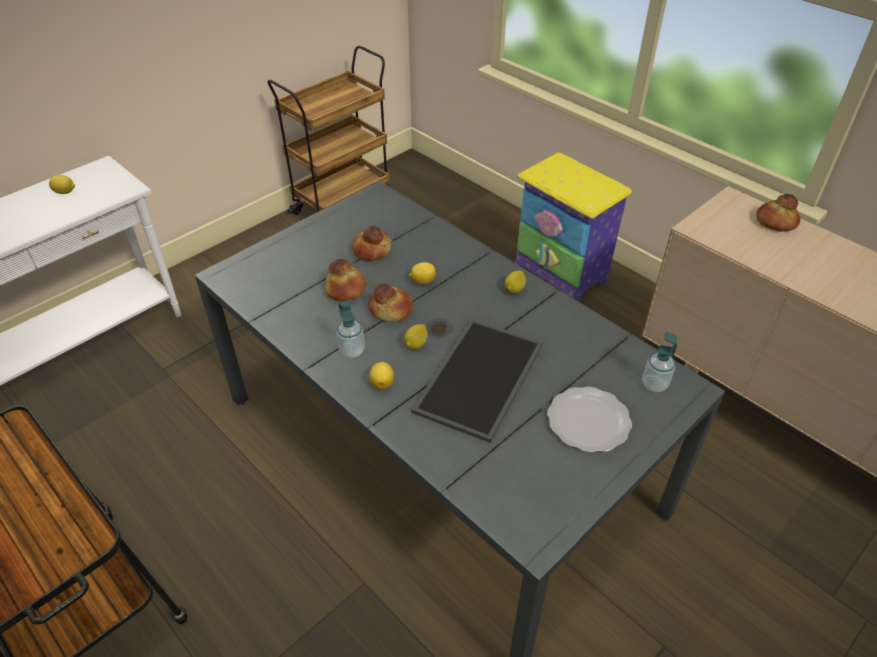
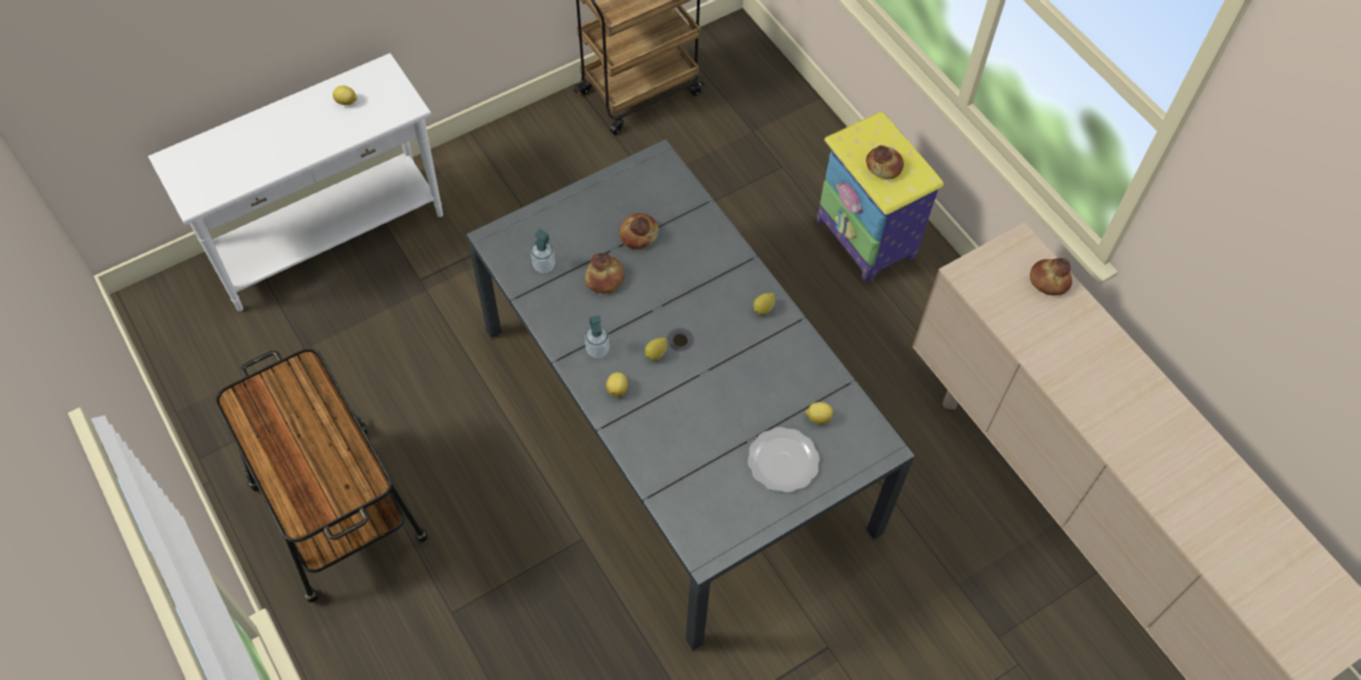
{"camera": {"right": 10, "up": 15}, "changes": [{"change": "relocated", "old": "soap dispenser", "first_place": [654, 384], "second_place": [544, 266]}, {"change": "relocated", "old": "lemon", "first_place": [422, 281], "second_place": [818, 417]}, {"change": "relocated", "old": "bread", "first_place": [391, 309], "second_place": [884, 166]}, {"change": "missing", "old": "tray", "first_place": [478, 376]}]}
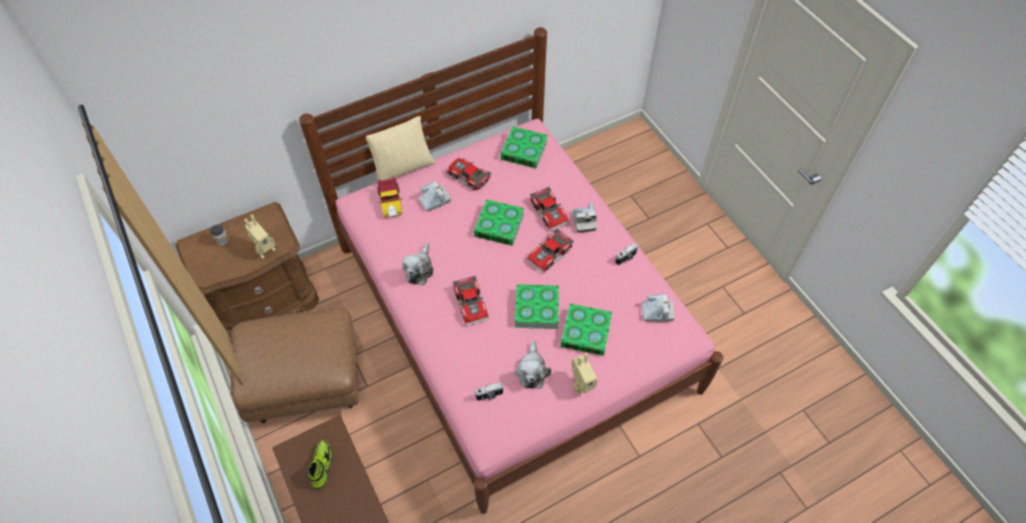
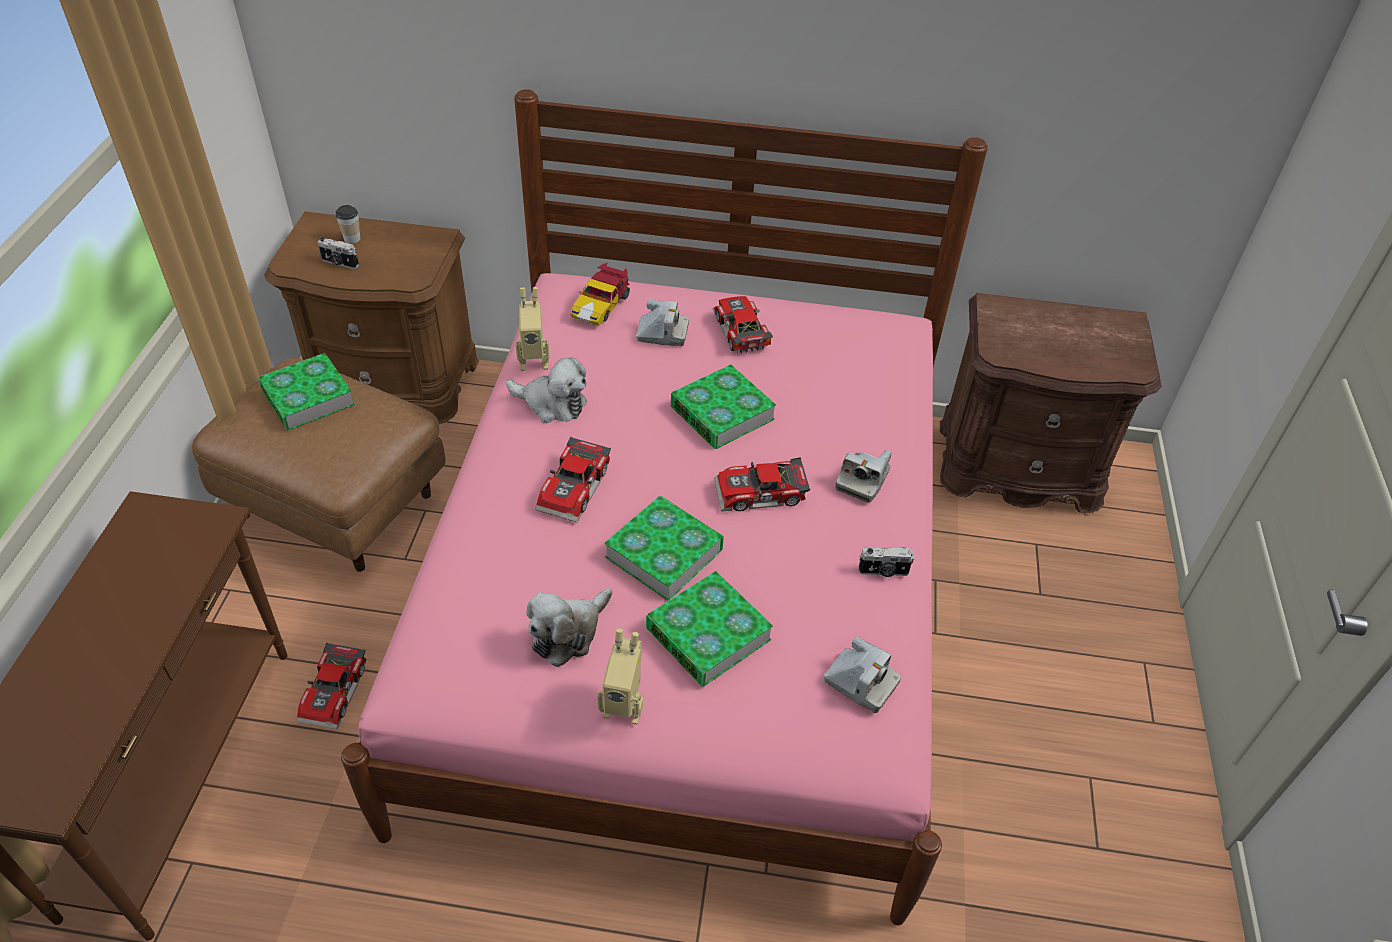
{"camera": {"right": 35, "up": -10}, "changes": [{"change": "relocated", "old": "book", "first_place": [524, 150], "second_place": [308, 397]}, {"change": "relocated", "old": "toy car", "first_place": [550, 212], "second_place": [336, 692]}, {"change": "relocated", "old": "photo camera", "first_place": [489, 395], "second_place": [339, 263]}, {"change": "spun", "old": "plush toy", "first_place": [419, 269], "second_place": [552, 404], "degrees": -120}, {"change": "relocated", "old": "toy robot", "first_place": [265, 249], "second_place": [534, 361]}, {"change": "appeared", "new": "nightstand (brown)", "second_place": [1020, 470]}, {"change": "missing", "old": "shoe", "first_place": [321, 466]}, {"change": "missing", "old": "pillow", "first_place": [403, 168]}]}
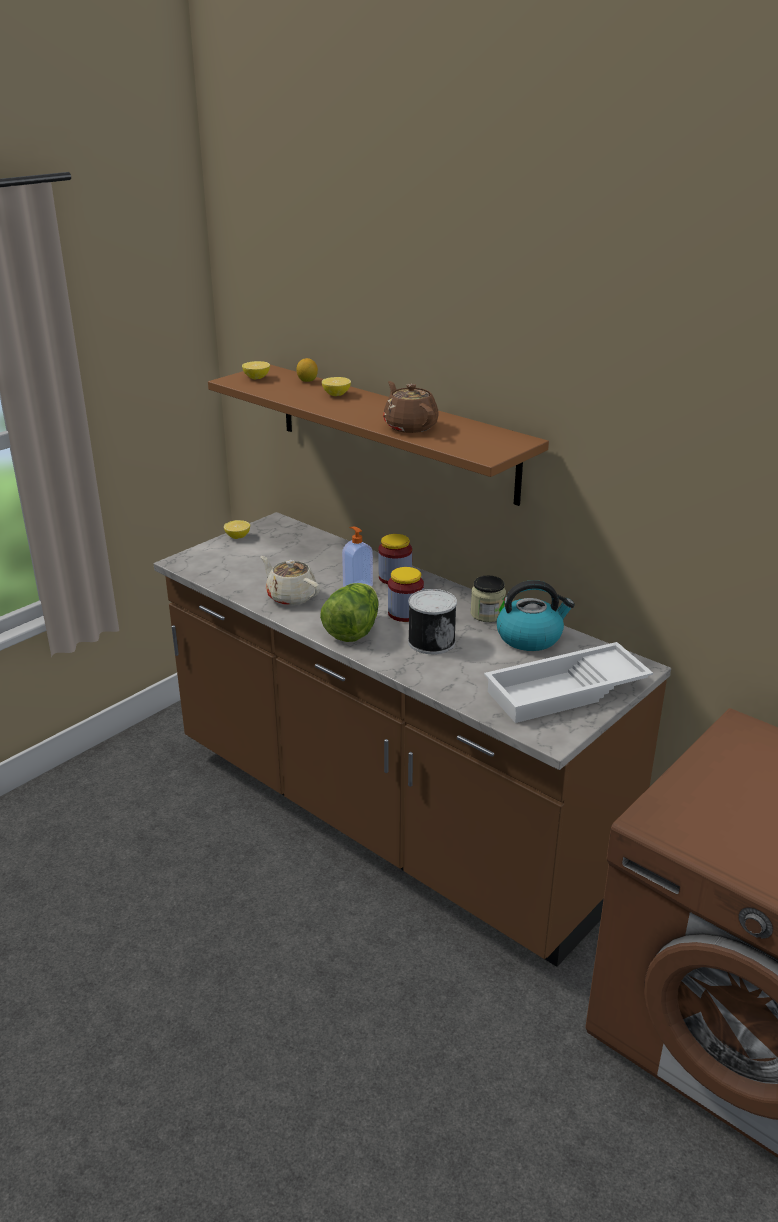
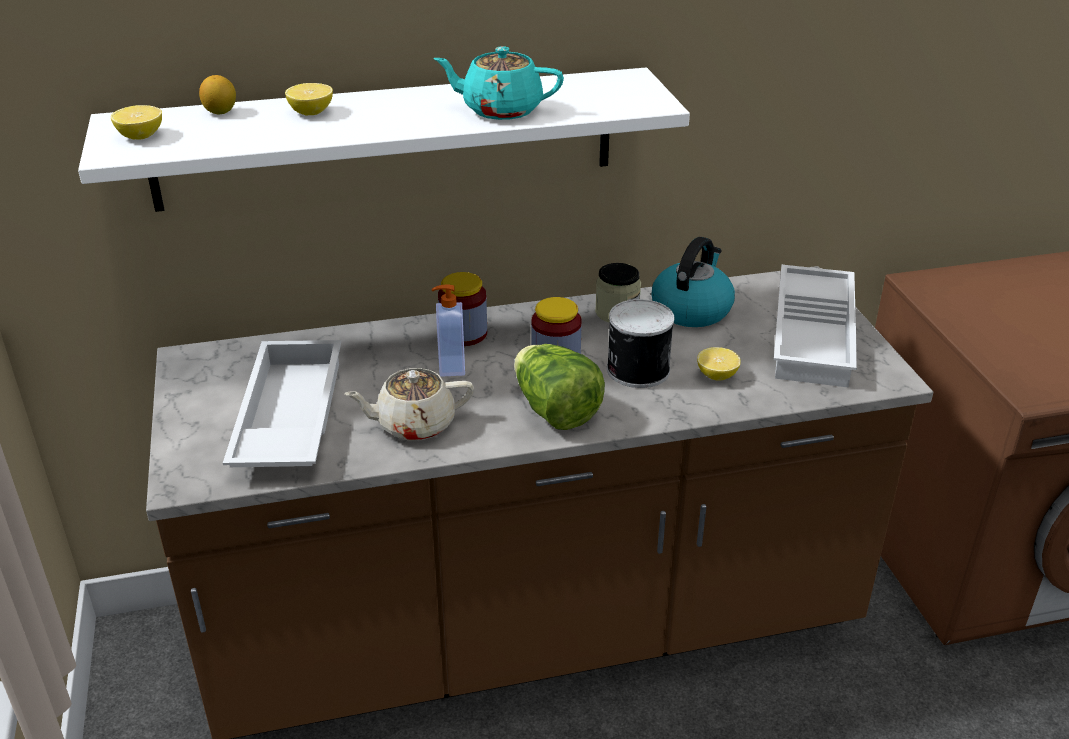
{"camera": {"right": -55, "up": 5}, "changes": [{"change": "colour", "old": "shelf (brown)", "new": "shelf (white)", "first_place": [394, 431], "second_place": [386, 139]}, {"change": "appeared", "new": "tray (white)", "second_place": [287, 418]}, {"change": "colour", "old": "teapot (brown)", "new": "teapot (turquoise)", "first_place": [410, 426], "second_place": [500, 110]}, {"change": "relocated", "old": "lemon", "first_place": [237, 537], "second_place": [717, 376]}]}
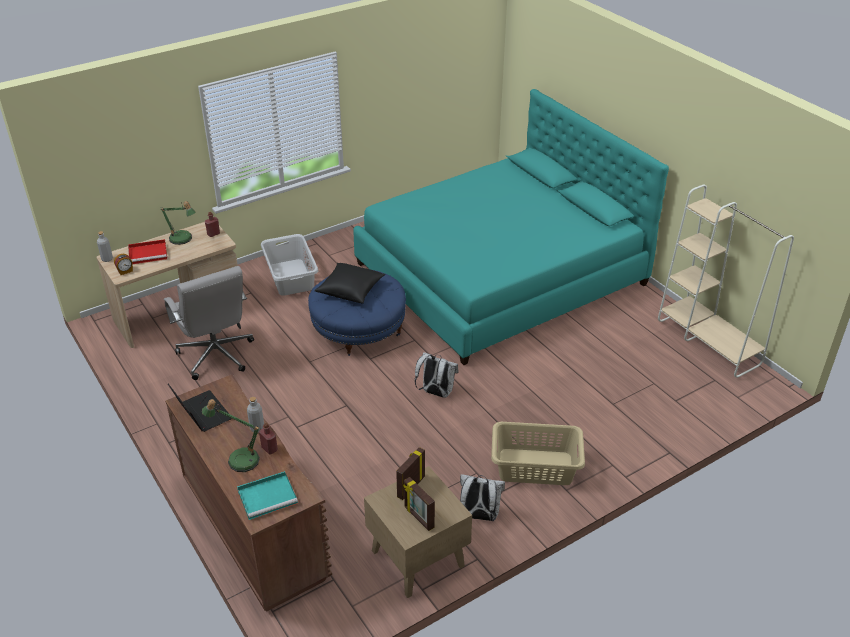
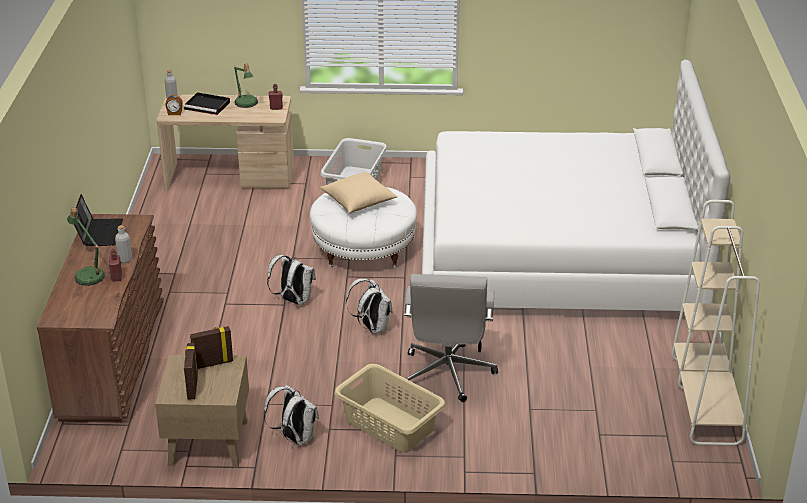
{"camera": {"right": 35, "up": -5}, "changes": [{"change": "colour", "old": "tray (red)", "new": "tray (black)", "first_place": [149, 253], "second_place": [208, 106]}, {"change": "appeared", "new": "backpack (white)", "second_place": [293, 300]}, {"change": "colour", "old": "ottoman (blue)", "new": "ottoman (white)", "first_place": [358, 330], "second_place": [364, 249]}, {"change": "colour", "old": "pillow (black)", "new": "pillow (beige)", "first_place": [350, 290], "second_place": [358, 201]}, {"change": "relocated", "old": "office chair (grey)", "first_place": [216, 354], "second_place": [448, 371]}, {"change": "colour", "old": "bed (turquoise)", "new": "bed (white)", "first_place": [500, 273], "second_place": [558, 253]}, {"change": "missing", "old": "tray (turquoise)", "first_place": [268, 496]}]}
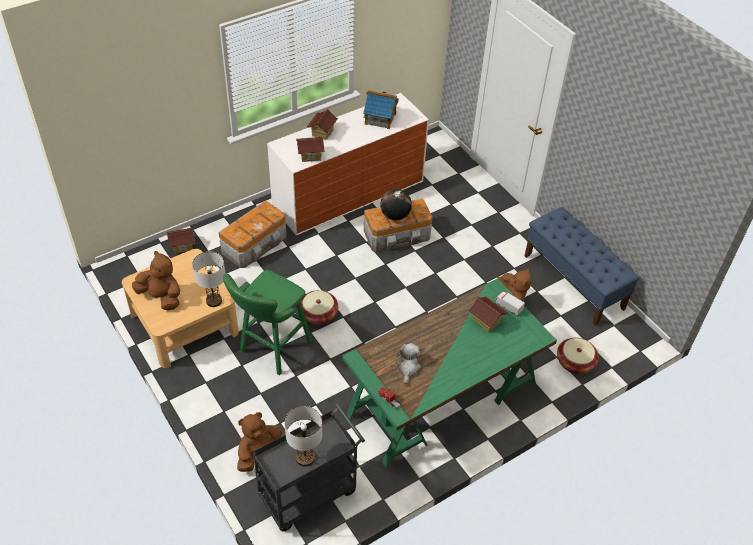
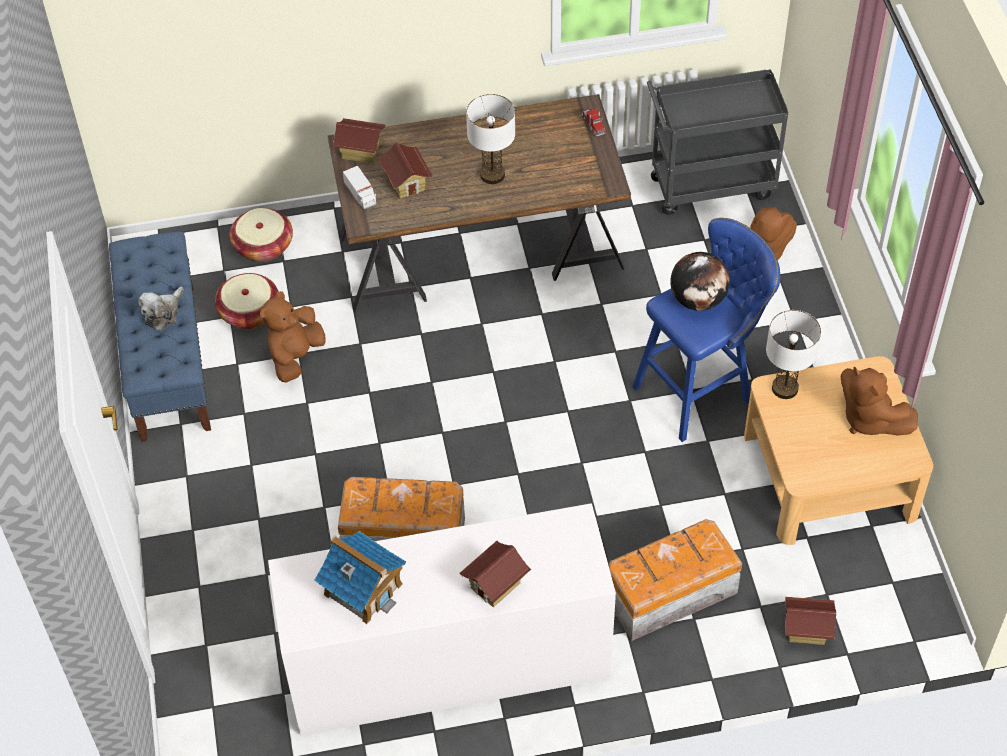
{"camera": {"right": -155, "up": 5}, "changes": [{"change": "relocated", "old": "plush toy", "first_place": [407, 367], "second_place": [163, 313]}, {"change": "relocated", "old": "basket", "first_place": [318, 314], "second_place": [249, 312]}, {"change": "colour", "old": "desk (green)", "new": "desk (brown)", "first_place": [443, 400], "second_place": [480, 250]}, {"change": "relocated", "old": "toy house", "first_place": [310, 155], "second_place": [360, 152]}, {"change": "relocated", "old": "table lamp", "first_place": [305, 458], "second_place": [492, 175]}, {"change": "colour", "old": "stool (green)", "new": "stool (blue)", "first_place": [270, 351], "second_place": [702, 388]}, {"change": "relocated", "old": "globe", "first_place": [395, 216], "second_place": [698, 300]}]}
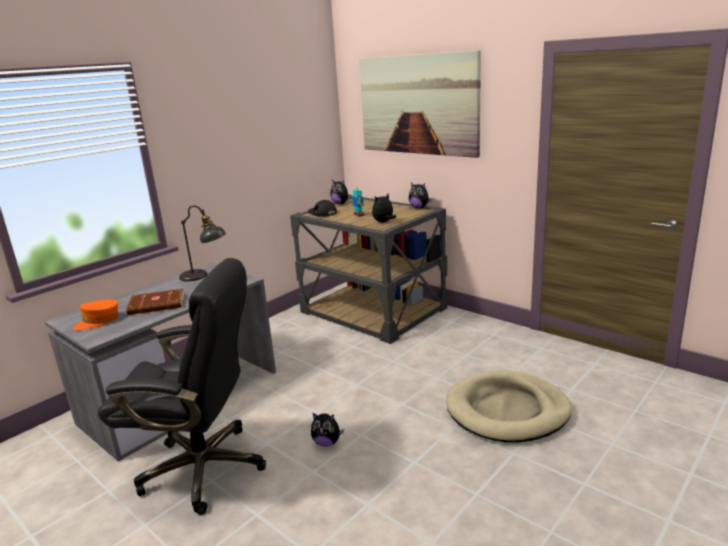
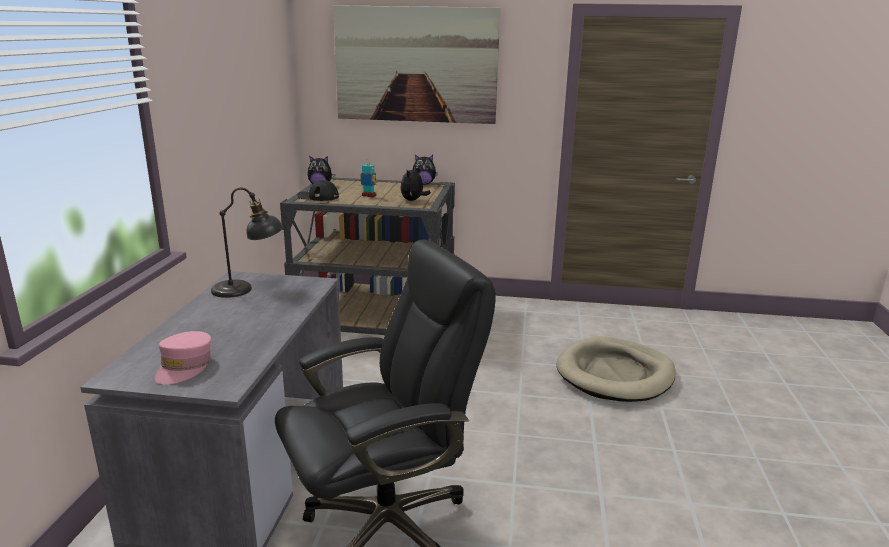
{"camera": {"right": -35, "up": 0}, "changes": [{"change": "colour", "old": "cap (orange)", "new": "cap (pink)", "first_place": [98, 321], "second_place": [184, 366]}, {"change": "missing", "old": "book (brown)", "first_place": [157, 305]}, {"change": "missing", "old": "plush toy", "first_place": [327, 443]}]}
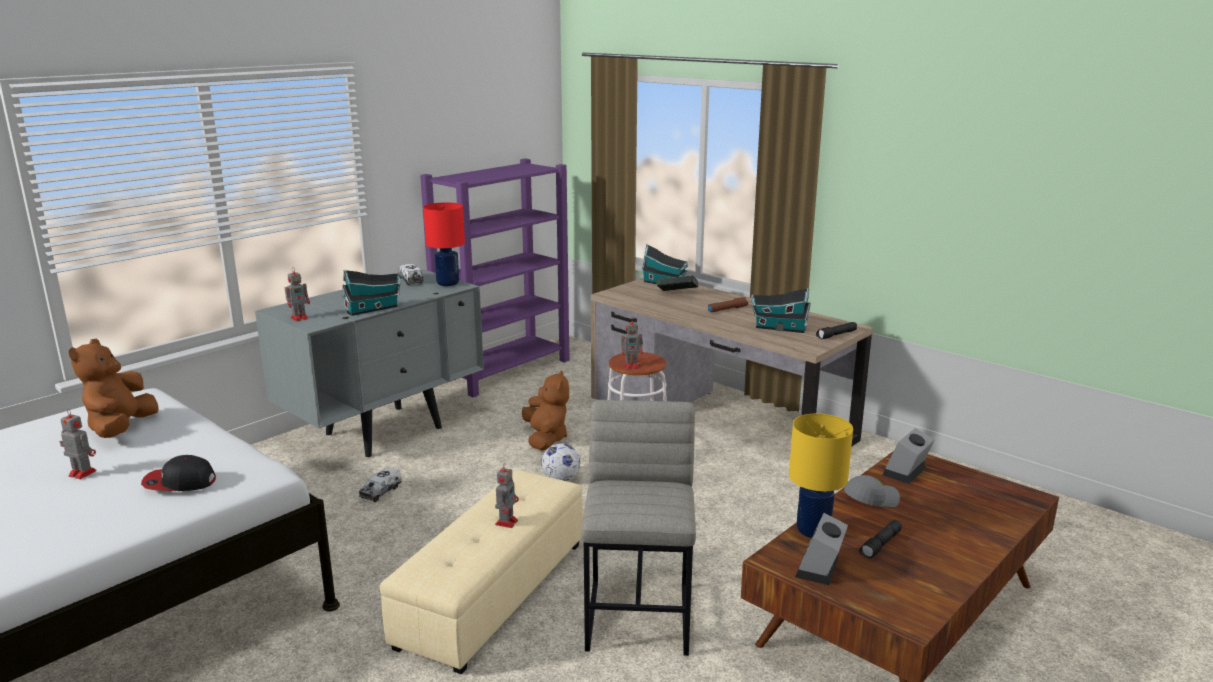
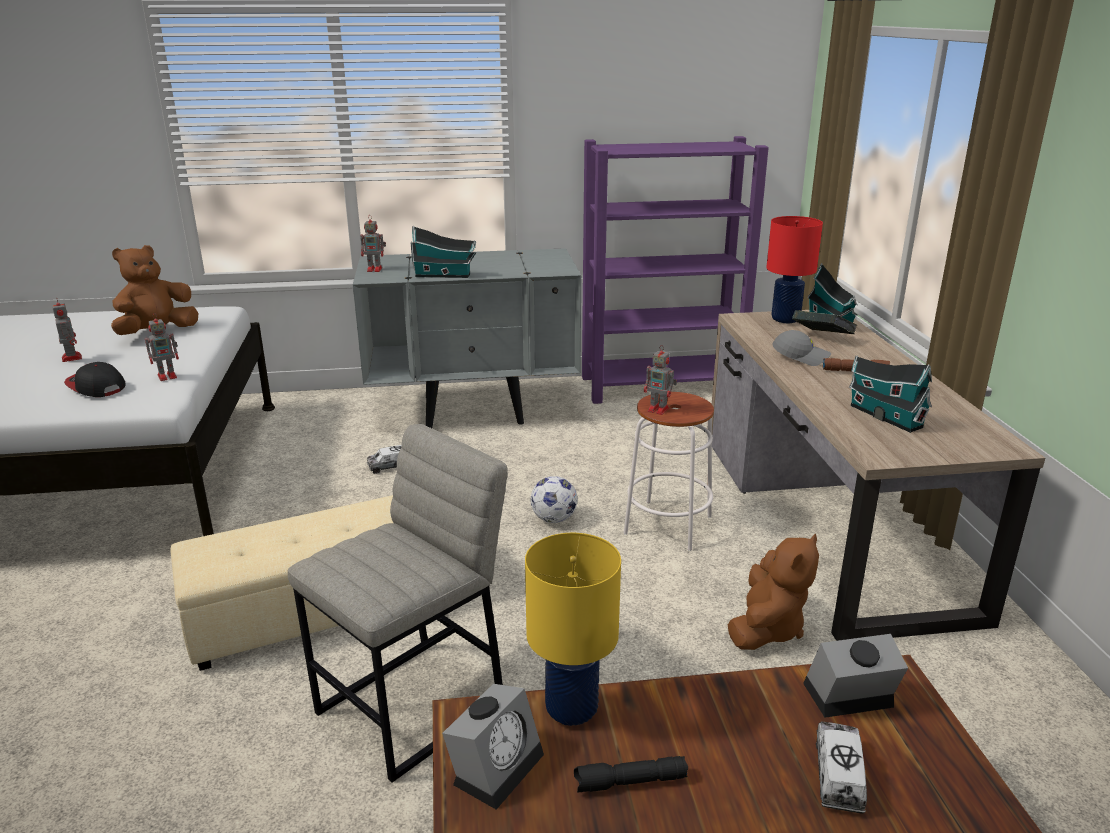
{"camera": {"right": 40, "up": 5}, "changes": [{"change": "relocated", "old": "toy robot", "first_place": [507, 522], "second_place": [168, 376]}, {"change": "spun", "old": "alarm clock", "first_place": [820, 569], "second_place": [497, 765], "degrees": 150}, {"change": "relocated", "old": "plush toy (brown)", "first_place": [545, 439], "second_place": [767, 628]}, {"change": "relocated", "old": "table lamp (red)", "first_place": [448, 284], "second_place": [785, 321]}, {"change": "relocated", "old": "cap (grey)", "first_place": [870, 498], "second_place": [800, 356]}, {"change": "relocated", "old": "toy truck", "first_place": [410, 280], "second_place": [838, 775]}, {"change": "missing", "old": "flashlight (black)", "first_place": [836, 335]}]}
